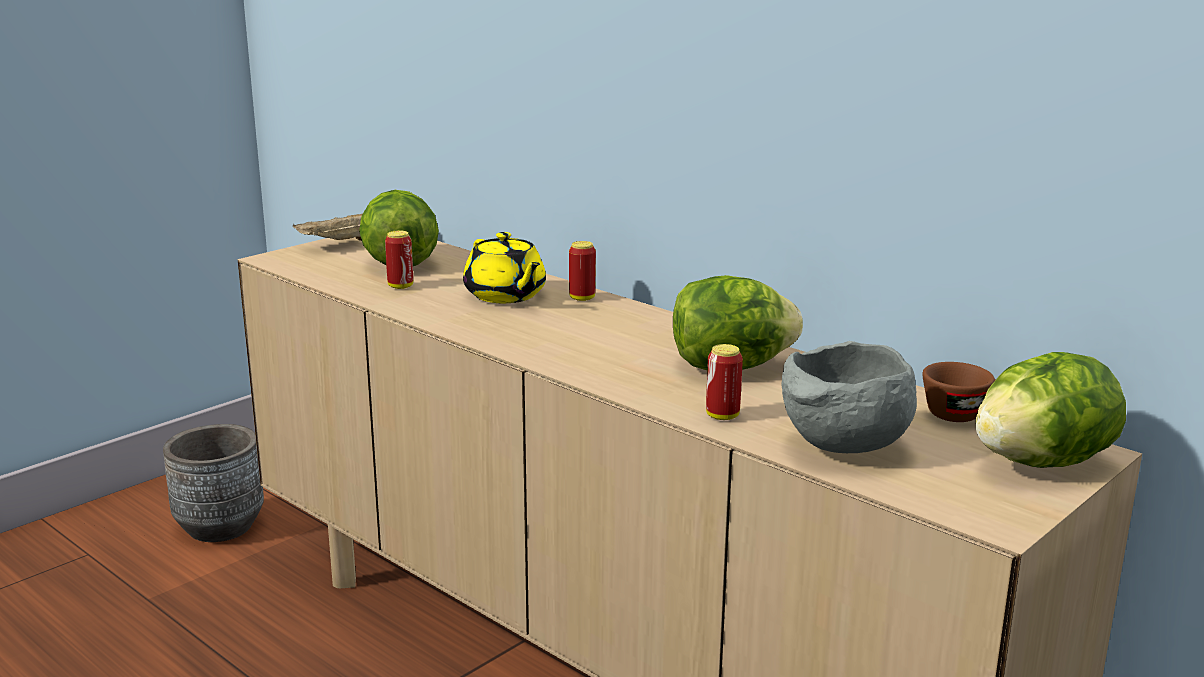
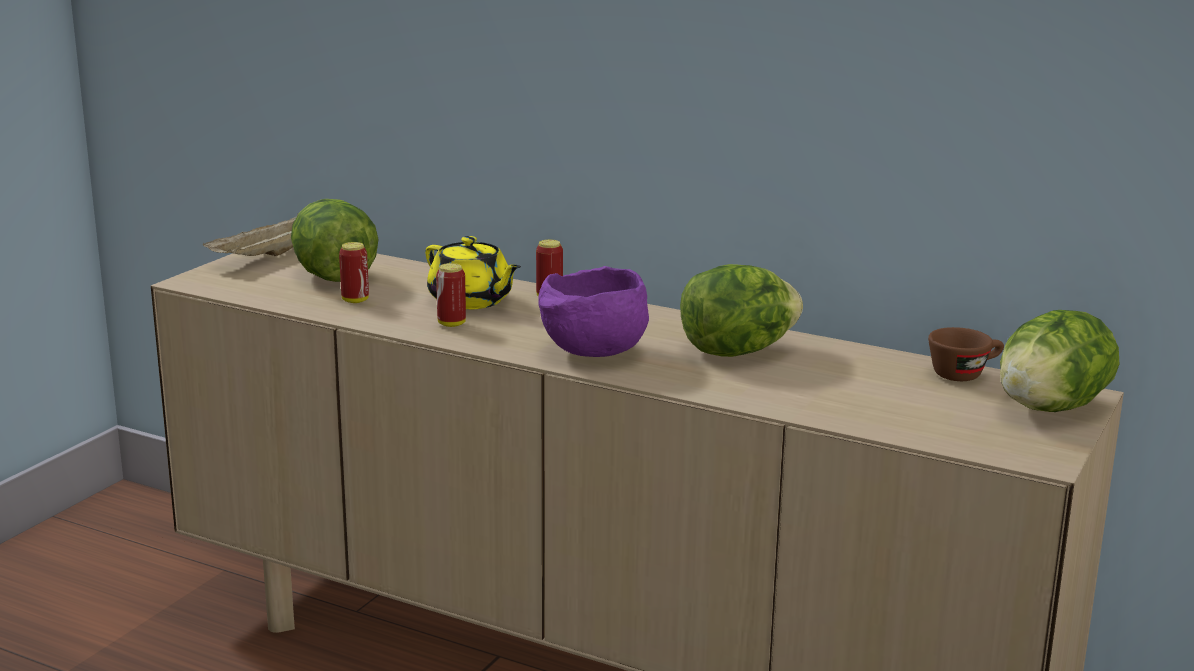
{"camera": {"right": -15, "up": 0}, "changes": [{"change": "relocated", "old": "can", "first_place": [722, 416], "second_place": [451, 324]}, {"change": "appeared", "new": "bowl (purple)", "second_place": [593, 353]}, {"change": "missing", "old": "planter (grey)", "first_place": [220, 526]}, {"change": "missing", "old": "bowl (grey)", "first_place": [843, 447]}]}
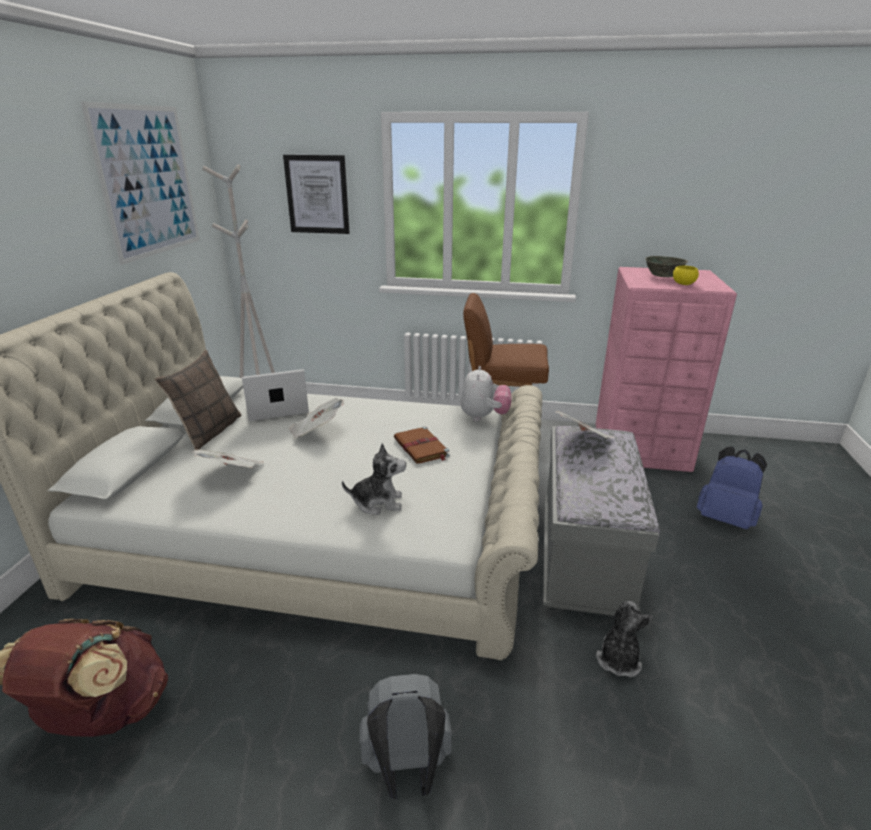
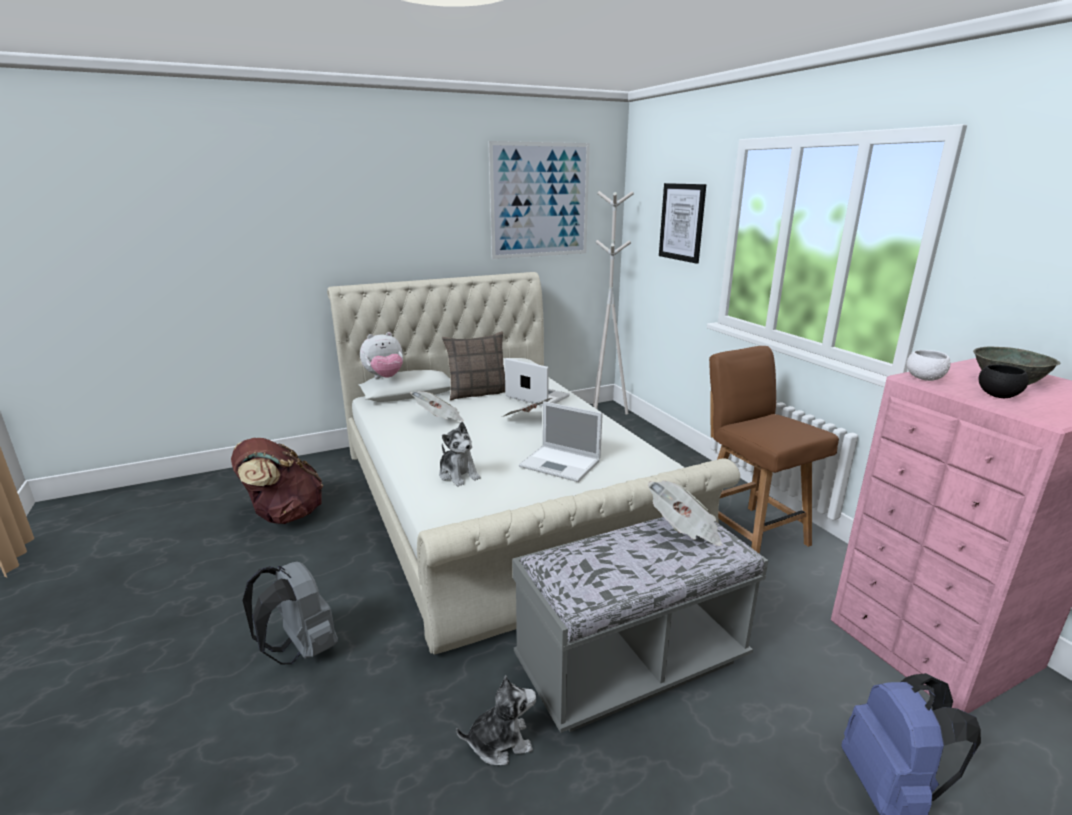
{"camera": {"right": 55, "up": -5}, "changes": [{"change": "relocated", "old": "plush toy", "first_place": [484, 417], "second_place": [385, 377]}, {"change": "exchanged", "old": "book (brown)", "new": "laptop", "first_place": [421, 448], "second_place": [561, 464]}, {"change": "appeared", "new": "bowl (white)", "second_place": [924, 378]}, {"change": "colour", "old": "bowl (yellow)", "new": "bowl (black)", "first_place": [683, 284], "second_place": [997, 395]}]}
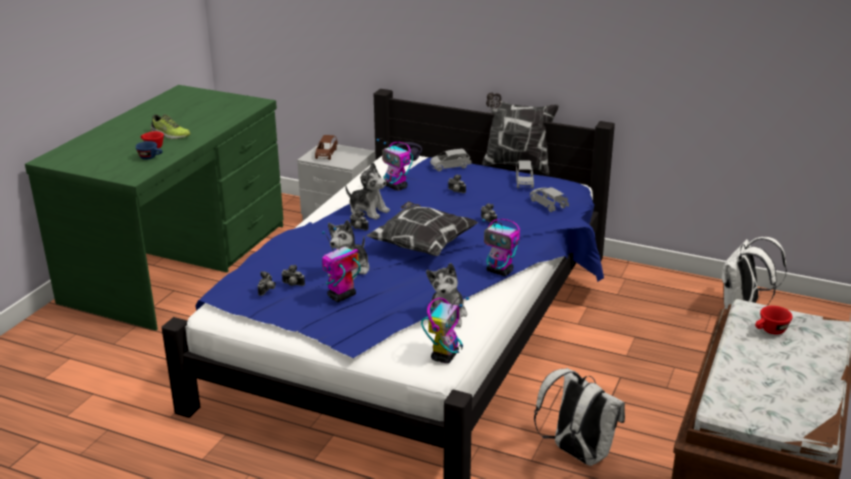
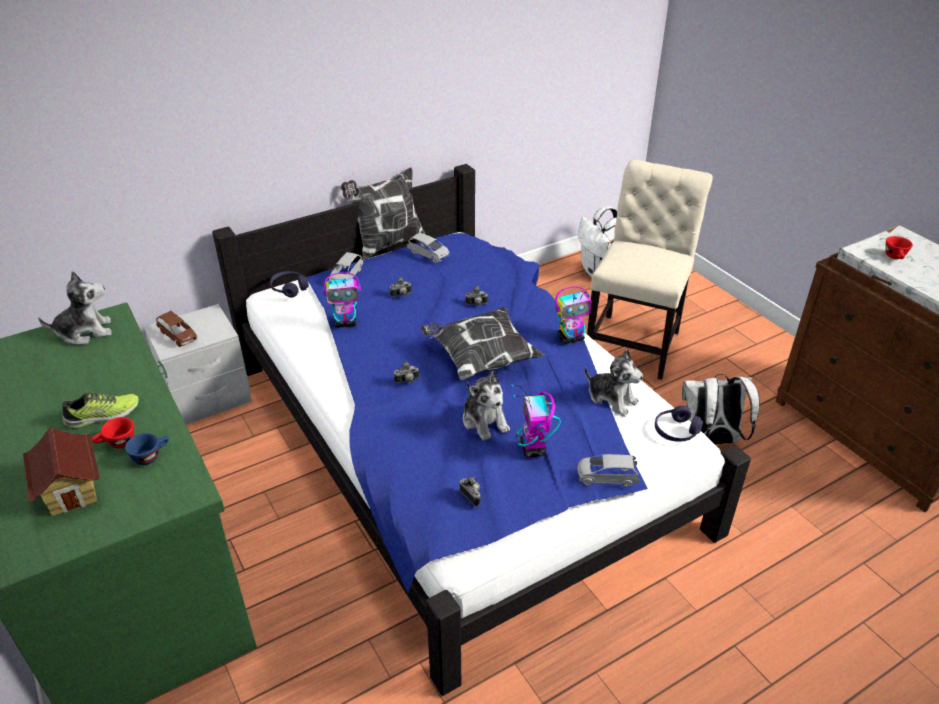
{"camera": {"right": -55, "up": 10}, "changes": [{"change": "appeared", "new": "toy house", "second_place": [72, 491]}, {"change": "relocated", "old": "plush toy", "first_place": [368, 211], "second_place": [85, 332]}, {"change": "relocated", "old": "toy car (grey)", "first_place": [548, 205], "second_place": [607, 477]}, {"change": "appeared", "new": "chair (beige)", "second_place": [635, 342]}, {"change": "exchanged", "old": "toy robot", "new": "headphones (purple)", "first_place": [445, 355], "second_place": [676, 431]}, {"change": "missing", "old": "photo camera", "first_place": [292, 285]}]}
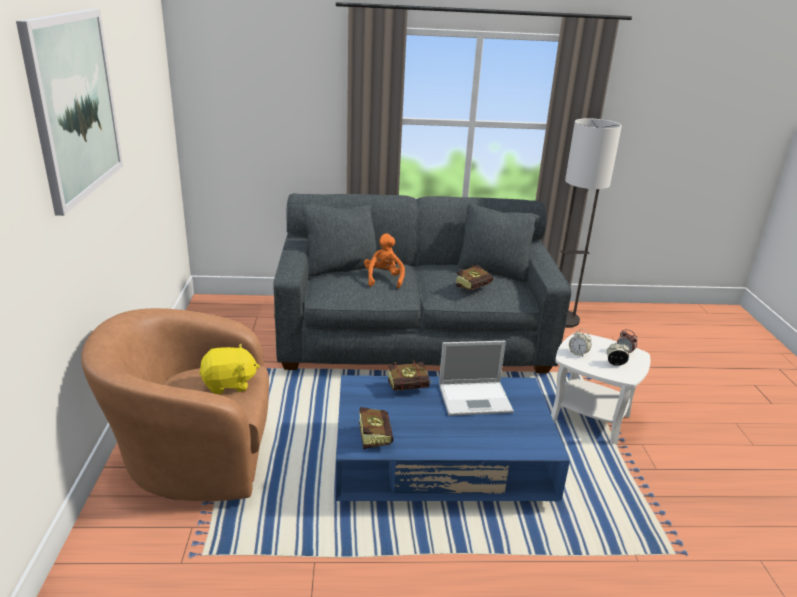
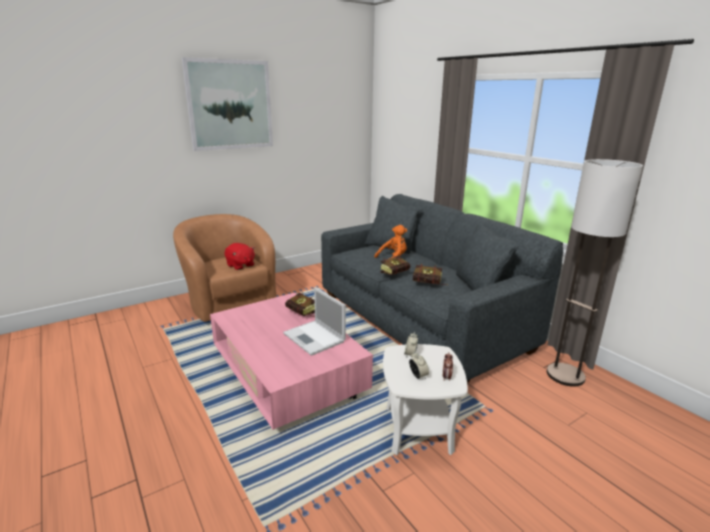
{"camera": {"right": 60, "up": -5}, "changes": [{"change": "colour", "old": "coffee table (blue)", "new": "coffee table (pink)", "first_place": [441, 464], "second_place": [287, 372]}, {"change": "colour", "old": "plush toy (yellow)", "new": "plush toy (red)", "first_place": [229, 384], "second_place": [240, 265]}, {"change": "relocated", "old": "book", "first_place": [374, 435], "second_place": [397, 273]}]}
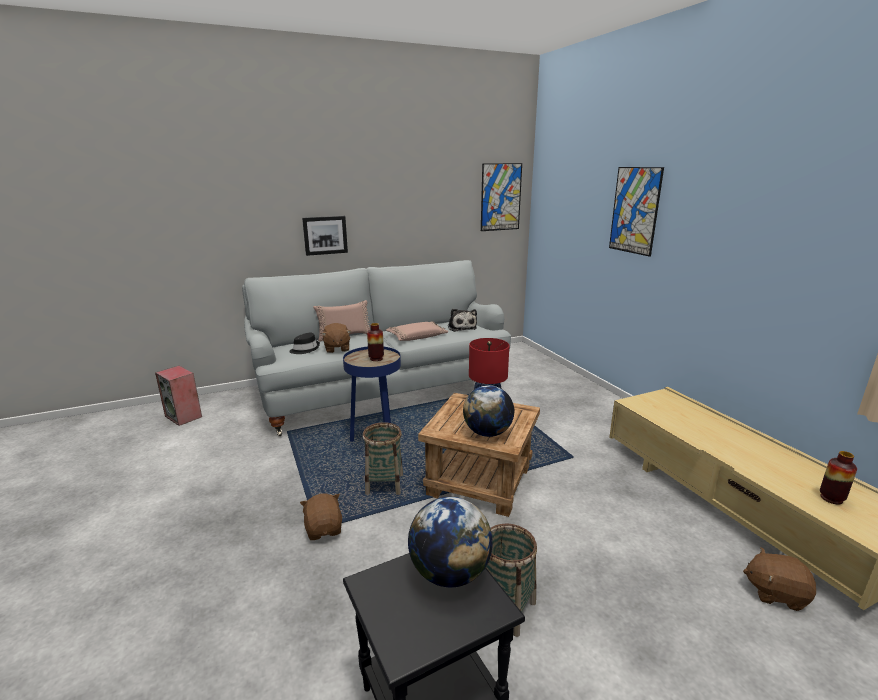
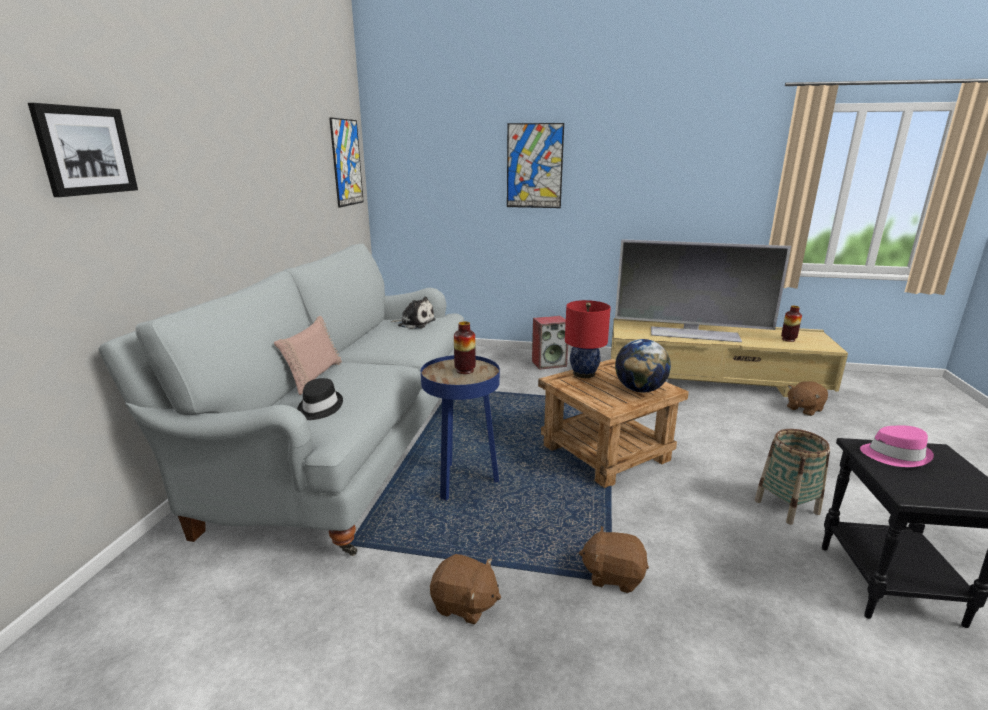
{"camera": {"right": -55, "up": 0}, "changes": [{"change": "relocated", "old": "picture", "first_place": [325, 235], "second_place": [85, 151]}, {"change": "relocated", "old": "plush toy (brown)", "first_place": [337, 348], "second_place": [464, 605]}, {"change": "relocated", "old": "speaker", "first_place": [184, 416], "second_place": [549, 363]}, {"change": "appeared", "new": "television", "second_place": [694, 334]}, {"change": "exchanged", "old": "globe", "new": "hat (pink)", "first_place": [450, 573], "second_place": [895, 455]}, {"change": "missing", "old": "basket", "first_place": [384, 484]}, {"change": "missing", "old": "pillow (beige)", "first_place": [417, 335]}]}
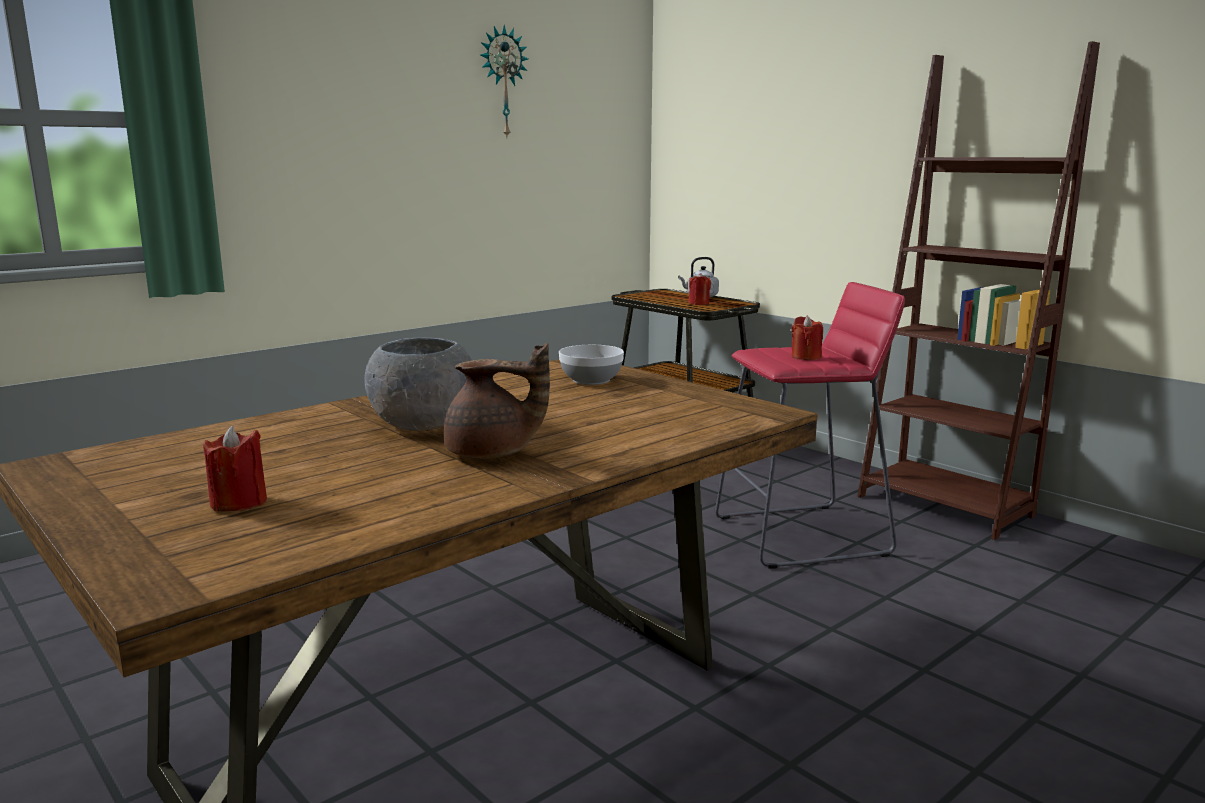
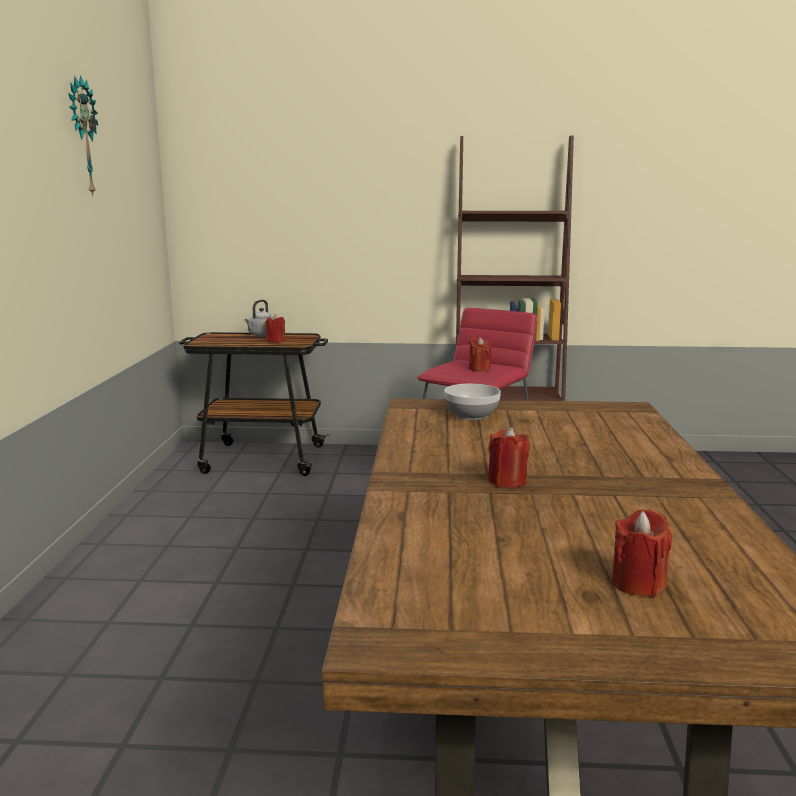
{"camera": {"right": -45, "up": 0}, "changes": [{"change": "exchanged", "old": "bowl (grey)", "new": "candle (red)", "first_place": [423, 425], "second_place": [507, 481]}, {"change": "missing", "old": "teapot (brown)", "first_place": [492, 454]}]}
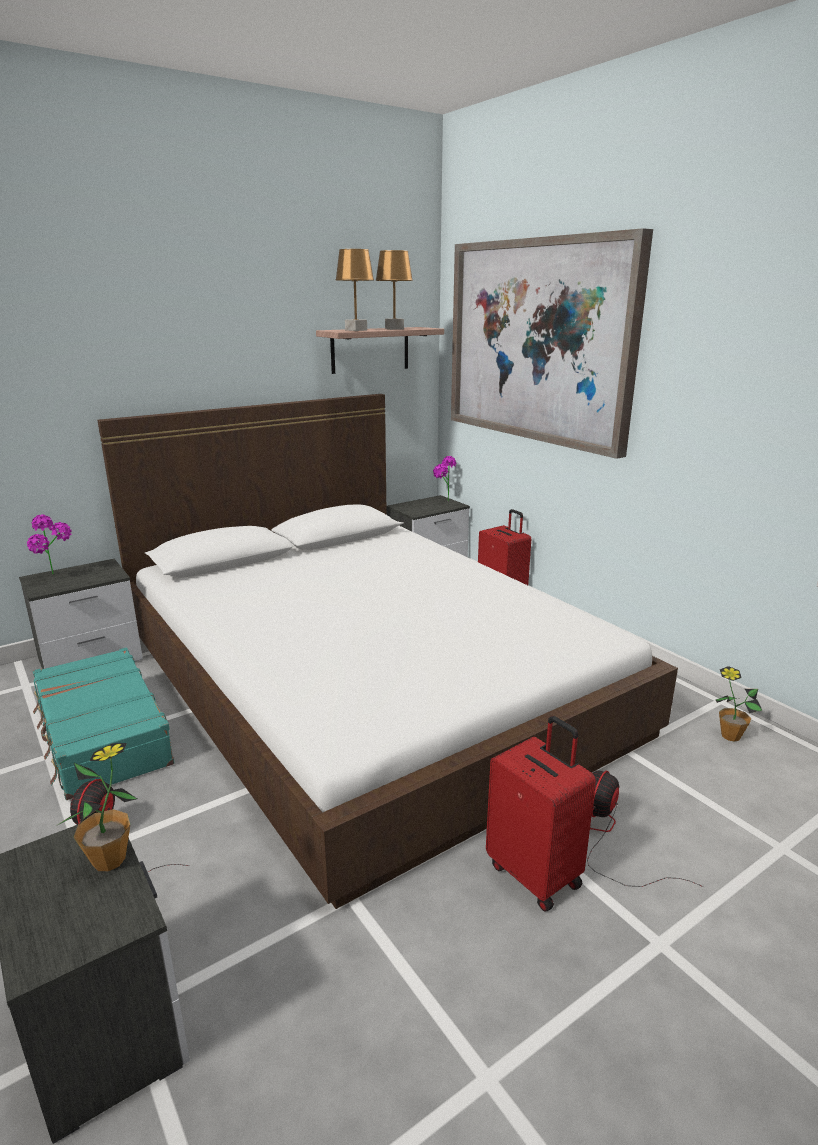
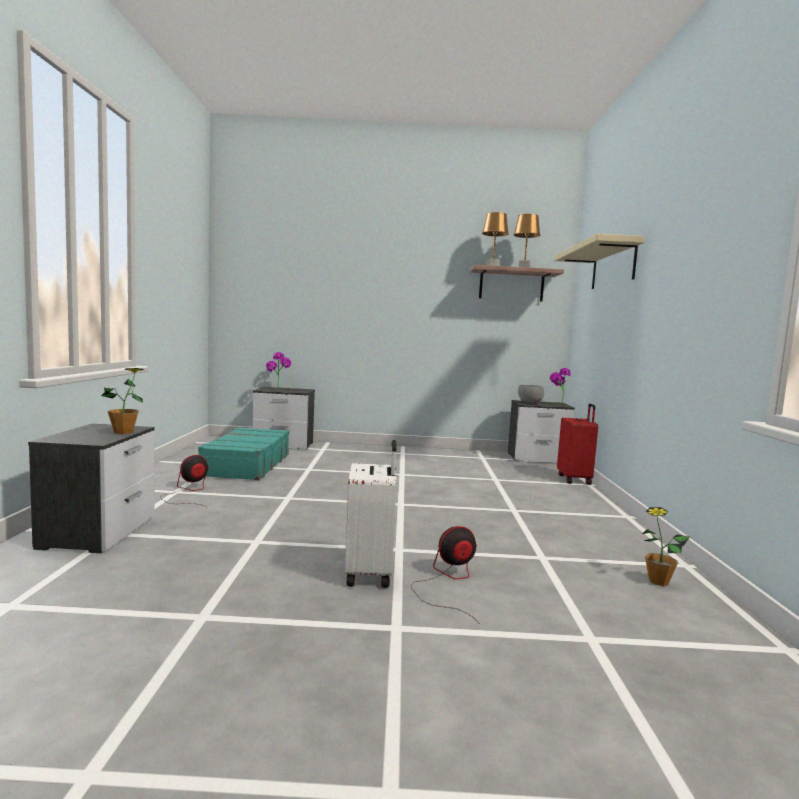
{"camera": {"right": 35, "up": -15}, "changes": [{"change": "colour", "old": "suitcase (red)", "new": "suitcase (white)", "first_place": [535, 874], "second_place": [370, 573]}, {"change": "appeared", "new": "bowl (grey)", "second_place": [529, 403]}, {"change": "exchanged", "old": "picture", "new": "shelf (beige)", "first_place": [538, 341], "second_place": [613, 266]}, {"change": "missing", "old": "bed (white)", "first_place": [366, 679]}]}
